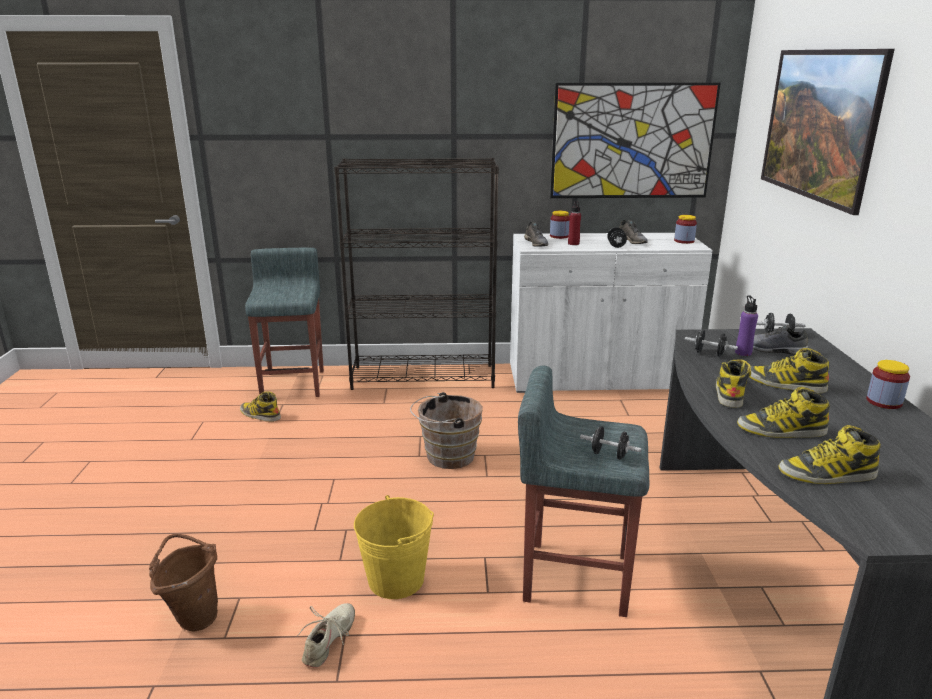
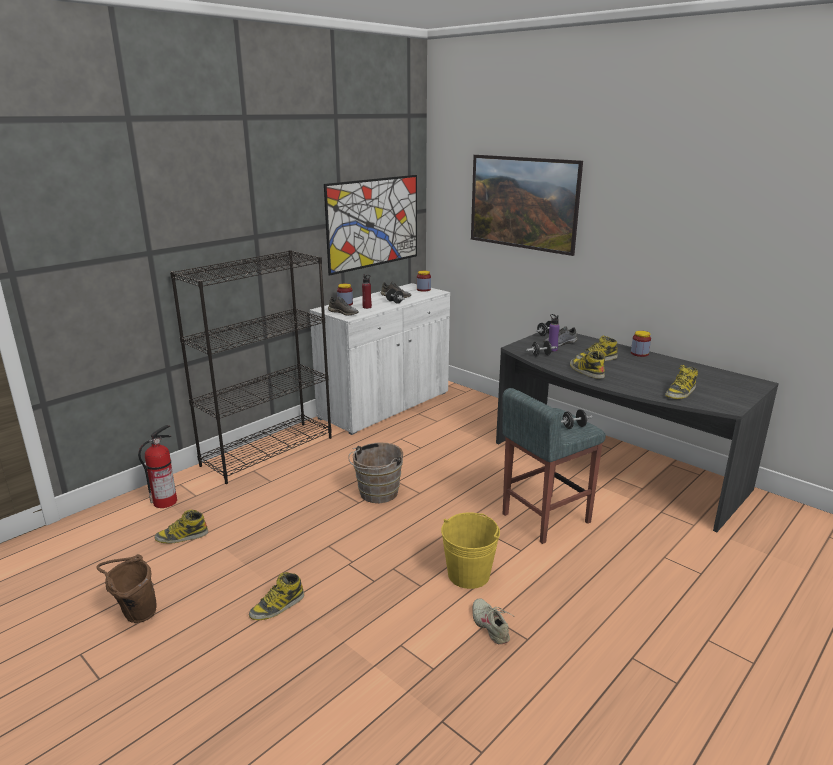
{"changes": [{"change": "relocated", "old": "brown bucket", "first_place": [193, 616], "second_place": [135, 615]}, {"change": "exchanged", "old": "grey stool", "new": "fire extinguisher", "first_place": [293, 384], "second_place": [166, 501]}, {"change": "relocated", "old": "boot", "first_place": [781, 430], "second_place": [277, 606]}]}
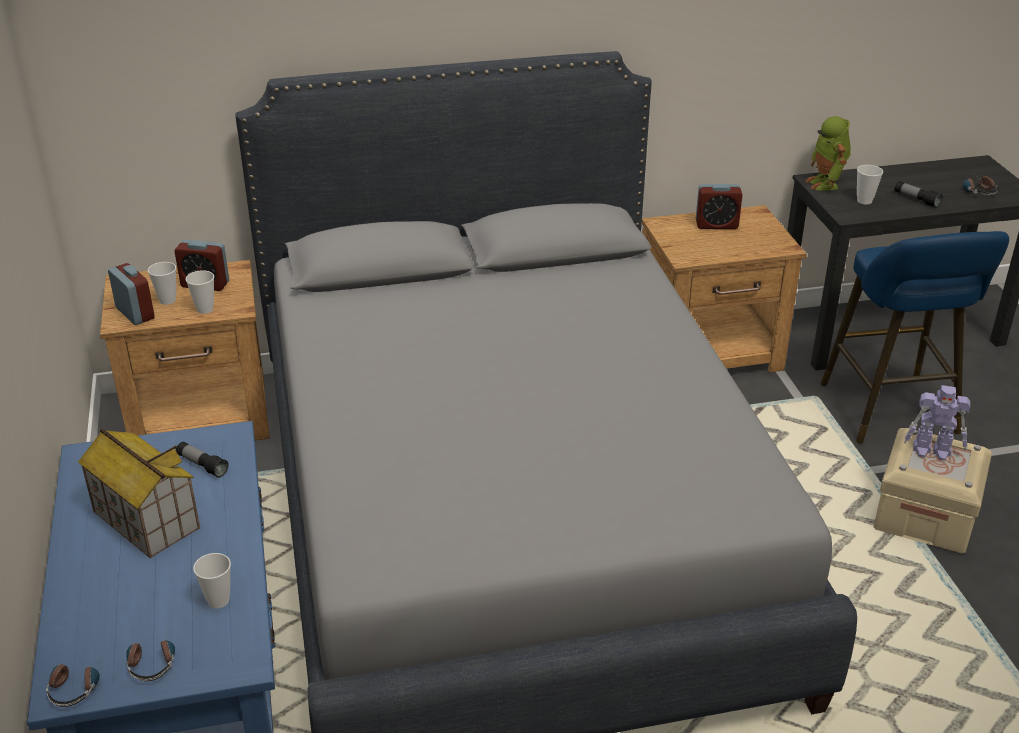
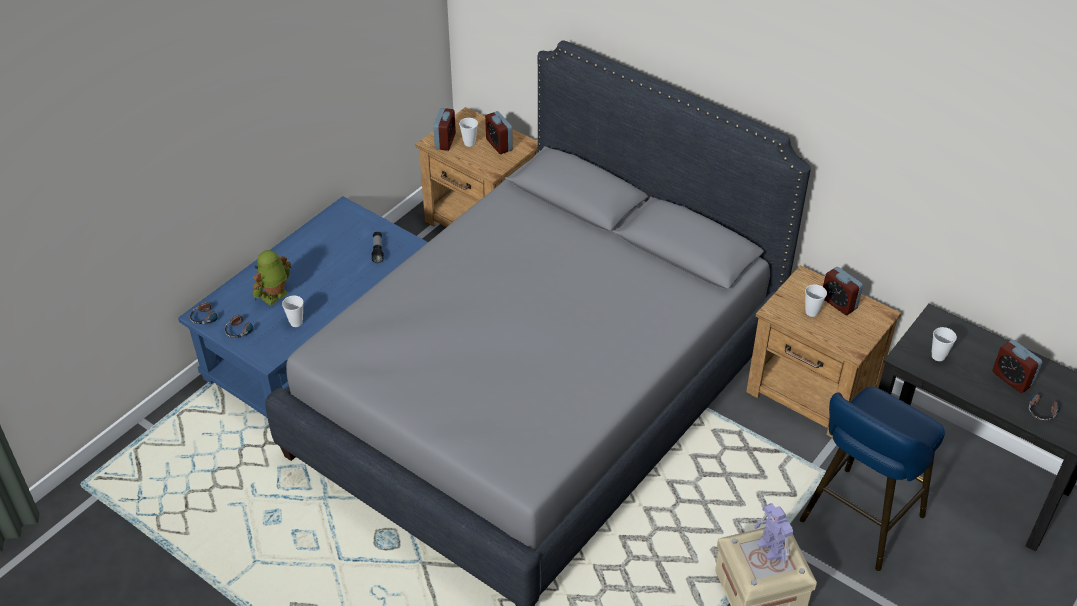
{"changes": [{"change": "relocated", "old": "toy robot", "first_place": [826, 183], "second_place": [275, 297]}, {"change": "relocated", "old": "cup", "first_place": [205, 309], "second_place": [811, 312]}, {"change": "appeared", "new": "alarm clock", "second_place": [1012, 379]}, {"change": "missing", "old": "toy house", "first_place": [145, 520]}, {"change": "missing", "old": "flashlight", "first_place": [916, 200]}]}
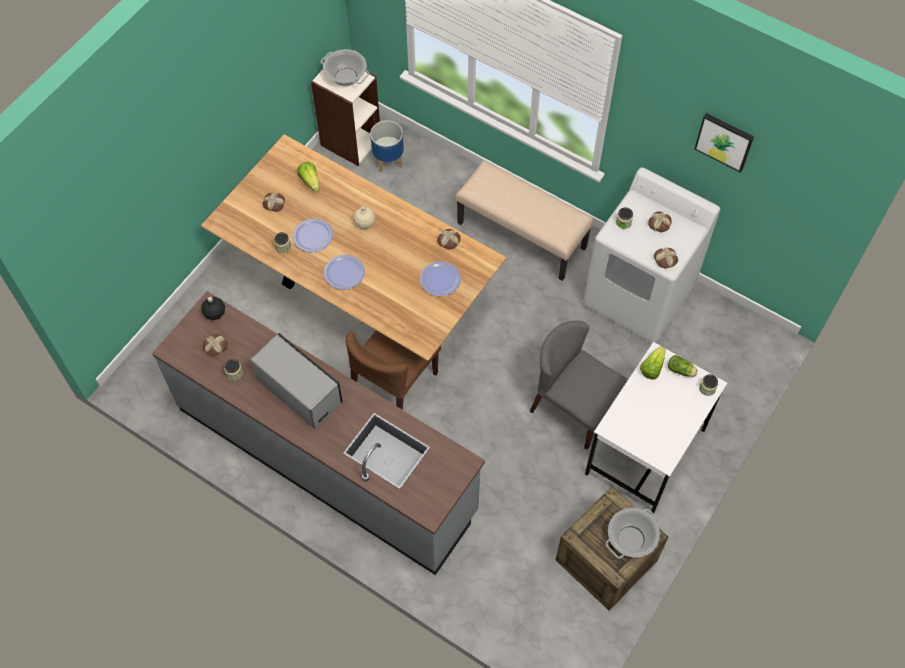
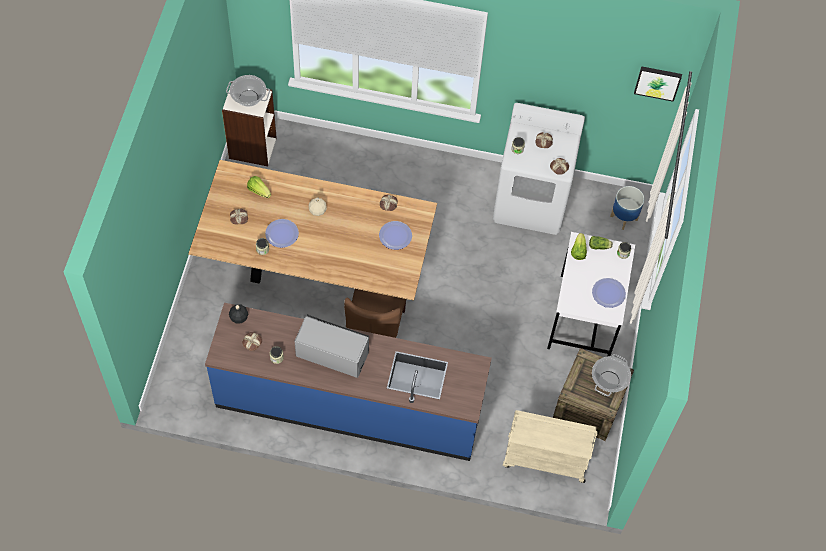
{"changes": [{"change": "colour", "old": "grey counter", "new": "blue counter", "first_place": [327, 459], "second_place": [349, 404]}, {"change": "appeared", "new": "beige cart", "second_place": [545, 459]}, {"change": "relocated", "old": "plate", "first_place": [344, 273], "second_place": [608, 293]}, {"change": "relocated", "old": "planter", "first_place": [388, 161], "second_place": [624, 218]}, {"change": "relocated", "old": "picture", "first_place": [724, 141], "second_place": [658, 82]}, {"change": "missing", "old": "beige bench", "first_place": [522, 235]}, {"change": "missing", "old": "grey chair", "first_place": [574, 409]}]}
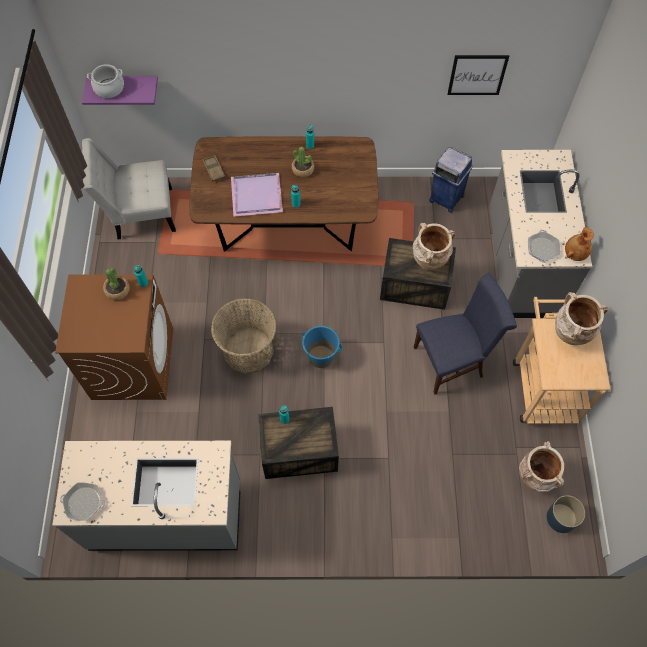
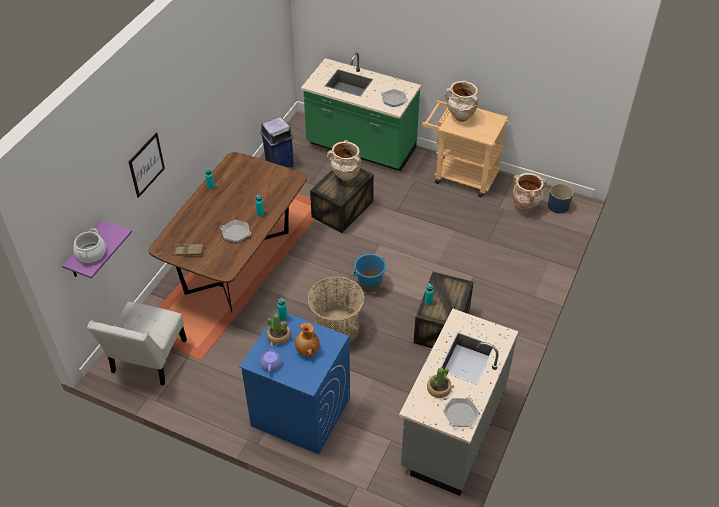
{"changes": [{"change": "relocated", "old": "picture", "first_place": [477, 75], "second_place": [146, 165]}, {"change": "exchanged", "old": "purple tray", "new": "frying pan", "first_place": [257, 196], "second_place": [236, 233]}, {"change": "colour", "old": "brown washing machine", "new": "blue washing machine", "first_place": [133, 362], "second_place": [300, 411]}, {"change": "appeared", "new": "purple teapot", "second_place": [271, 363]}, {"change": "relocated", "old": "brown vase", "first_place": [574, 253], "second_place": [307, 350]}, {"change": "colour", "old": "grey counter", "new": "green counter", "first_place": [521, 262], "second_place": [361, 148]}, {"change": "relocated", "old": "potted plant", "first_place": [303, 169], "second_place": [438, 389]}, {"change": "missing", "old": "blue chair", "first_place": [452, 361]}]}
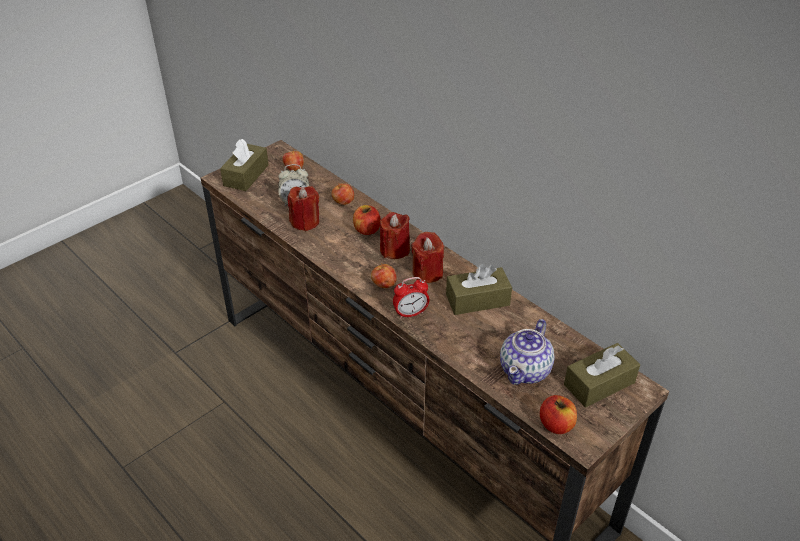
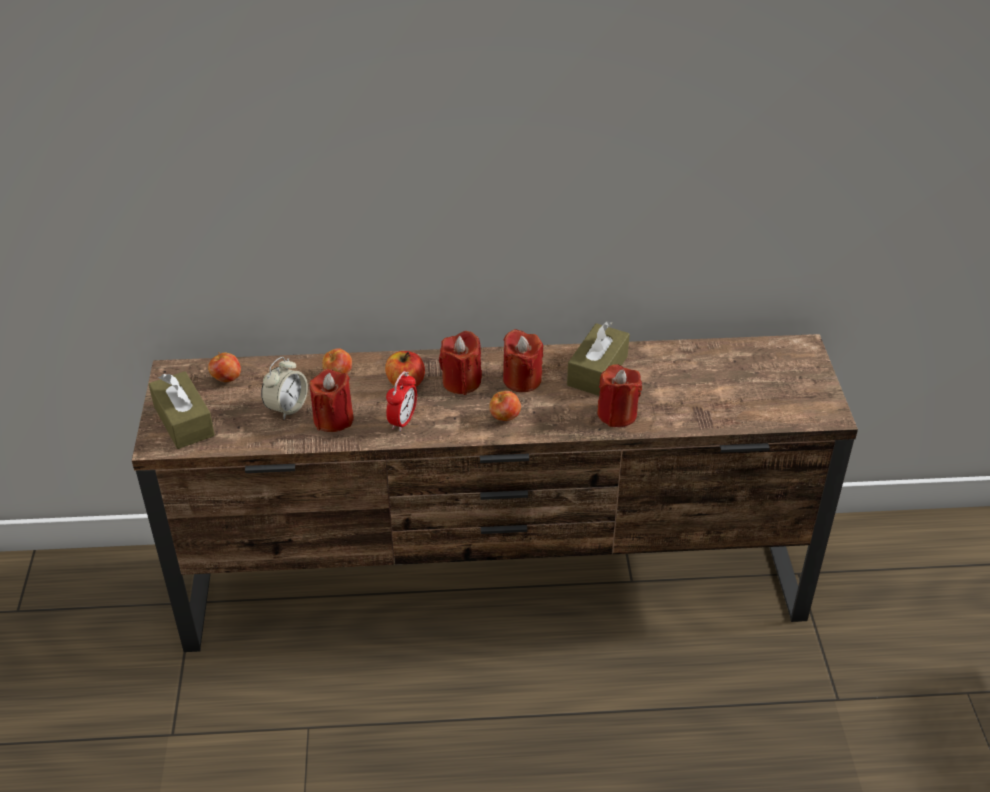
{"changes": [{"change": "relocated", "old": "alarm clock", "first_place": [410, 313], "second_place": [403, 421]}, {"change": "appeared", "new": "red candle", "second_place": [617, 414]}, {"change": "missing", "old": "teapot", "first_place": [525, 370]}, {"change": "missing", "old": "apple", "first_place": [556, 425]}, {"change": "missing", "old": "brown tissue box", "first_place": [599, 384]}]}
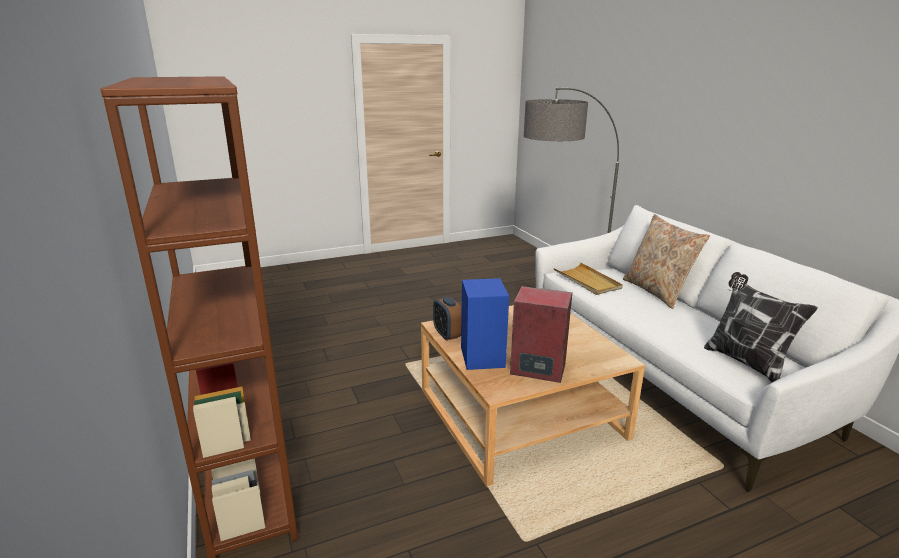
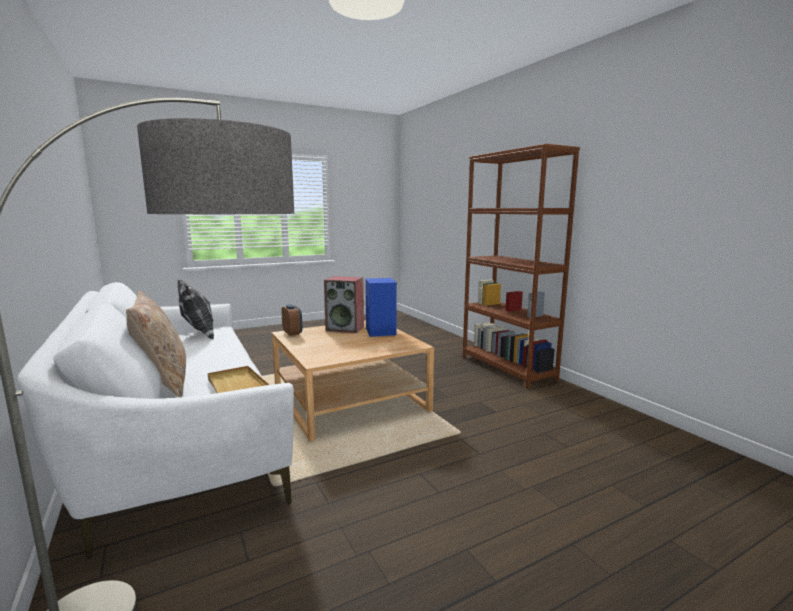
{"changes": [{"change": "relocated", "old": "alarm clock", "first_place": [447, 335], "second_place": [292, 333]}]}
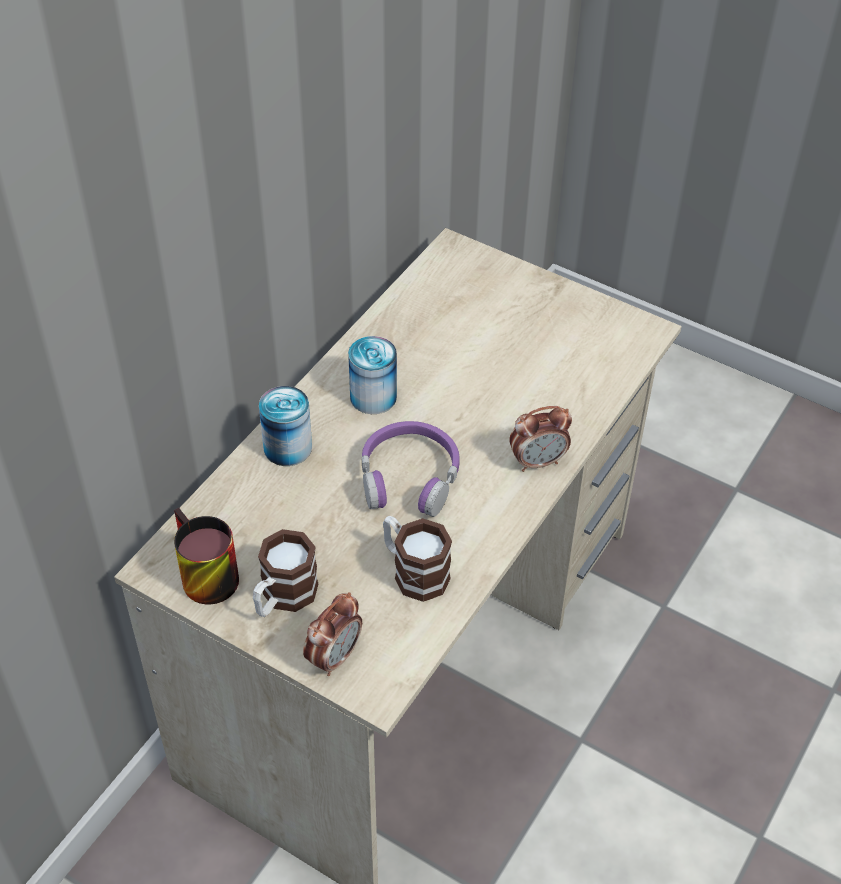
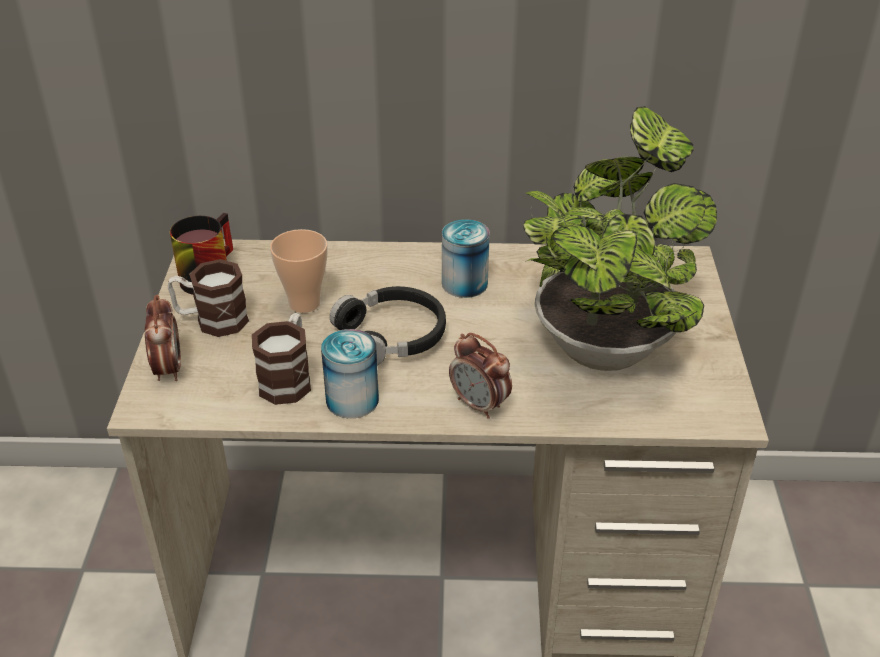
{"changes": [{"change": "spun", "old": "alarm clock", "first_place": [334, 656], "second_place": [168, 369], "degrees": -105}, {"change": "appeared", "new": "cup", "second_place": [304, 303]}, {"change": "relocated", "old": "can", "first_place": [287, 447], "second_place": [352, 400]}, {"change": "colour", "old": "purple headphones", "new": "black headphones", "first_place": [409, 477], "second_place": [391, 336]}, {"change": "appeared", "new": "potted plant", "second_place": [605, 341]}]}
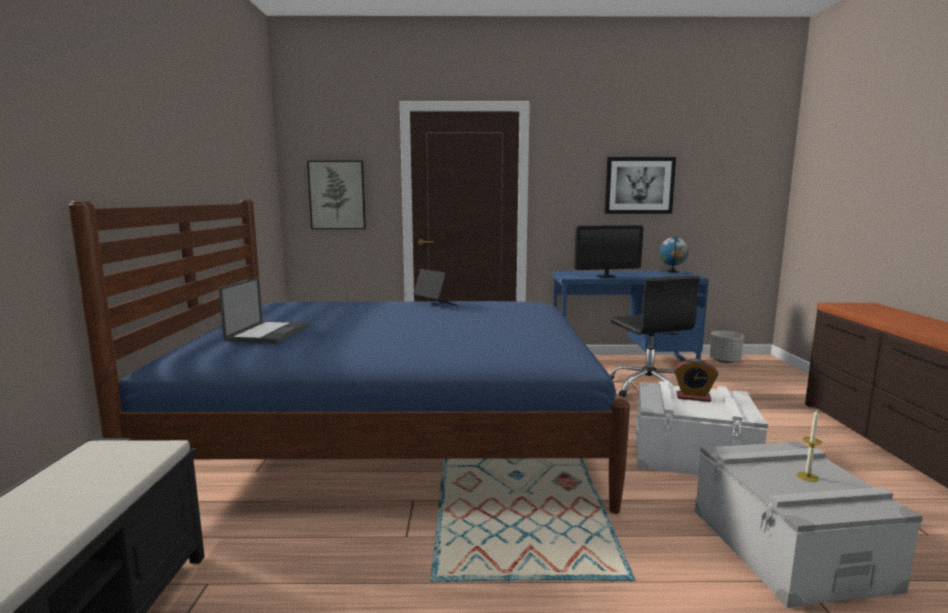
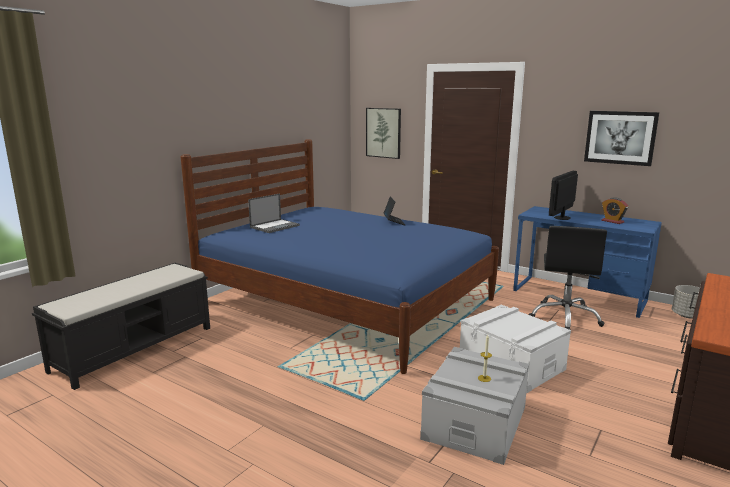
{"changes": [{"change": "spun", "old": "monitor", "first_place": [606, 276], "second_place": [562, 218], "degrees": 105}, {"change": "relocated", "old": "alarm clock", "first_place": [693, 397], "second_place": [612, 221]}, {"change": "missing", "old": "globe", "first_place": [672, 272]}]}
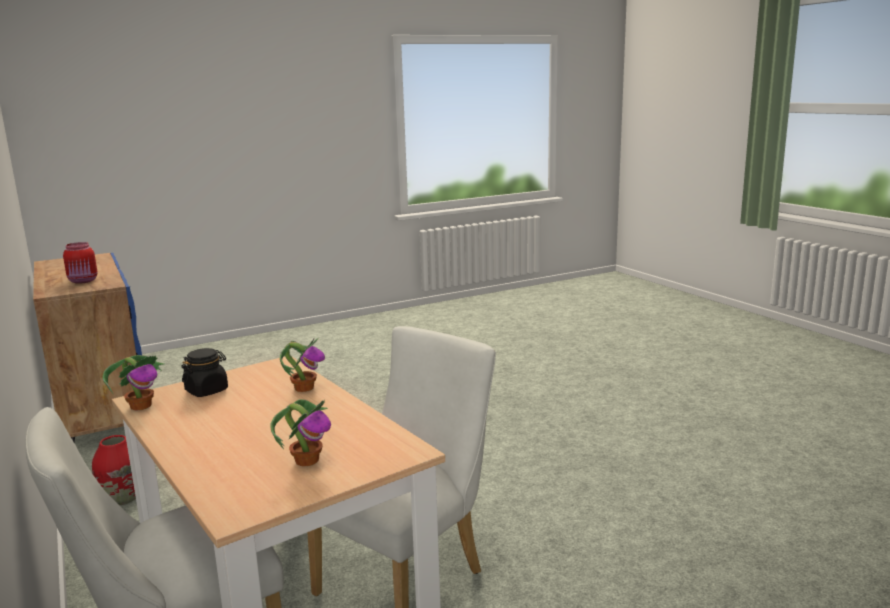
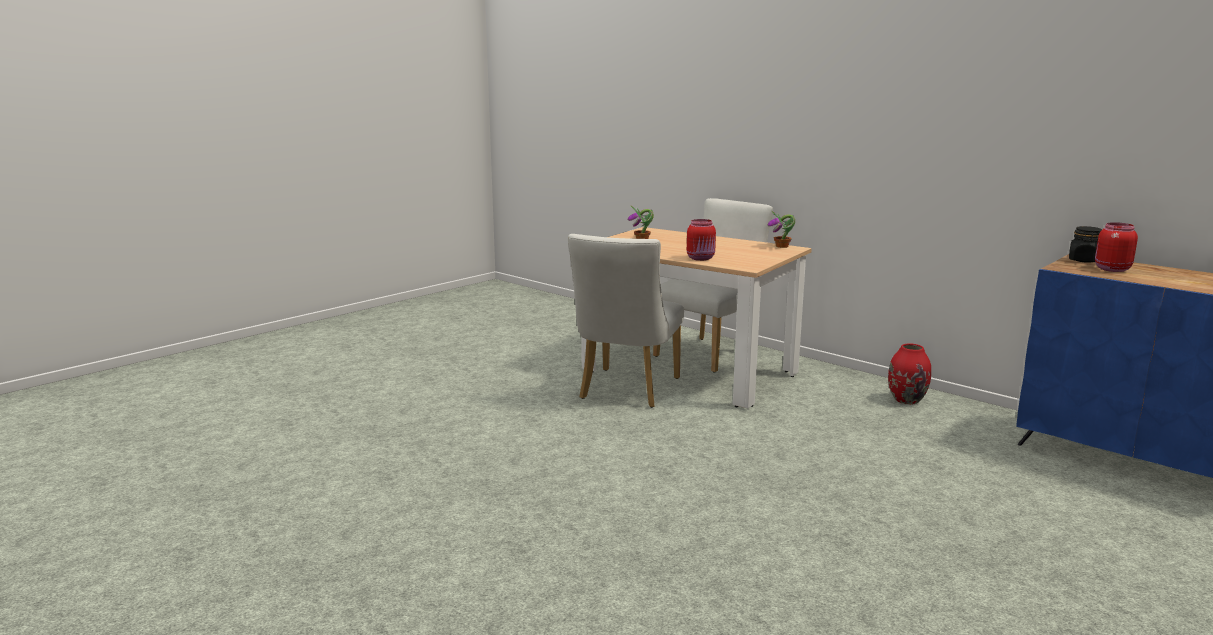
{"changes": [{"change": "exchanged", "old": "potted plant", "new": "red jar", "first_place": [304, 388], "second_place": [701, 258]}, {"change": "relocated", "old": "black jar", "first_place": [207, 390], "second_place": [1084, 260]}]}
